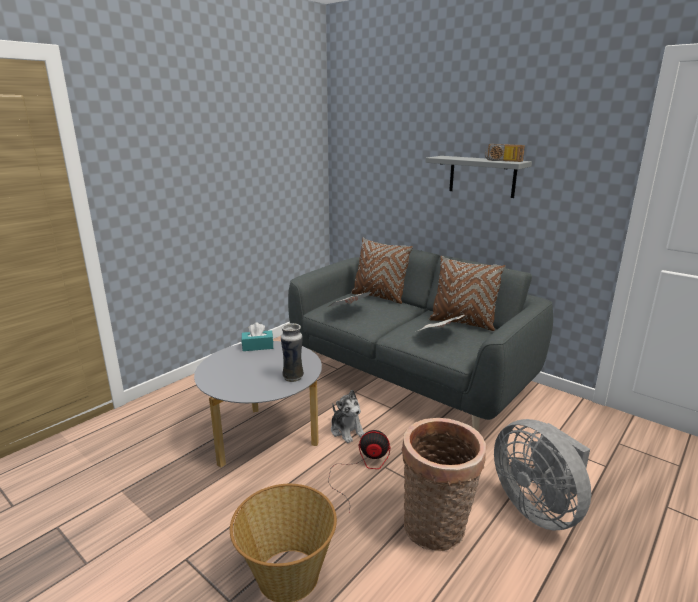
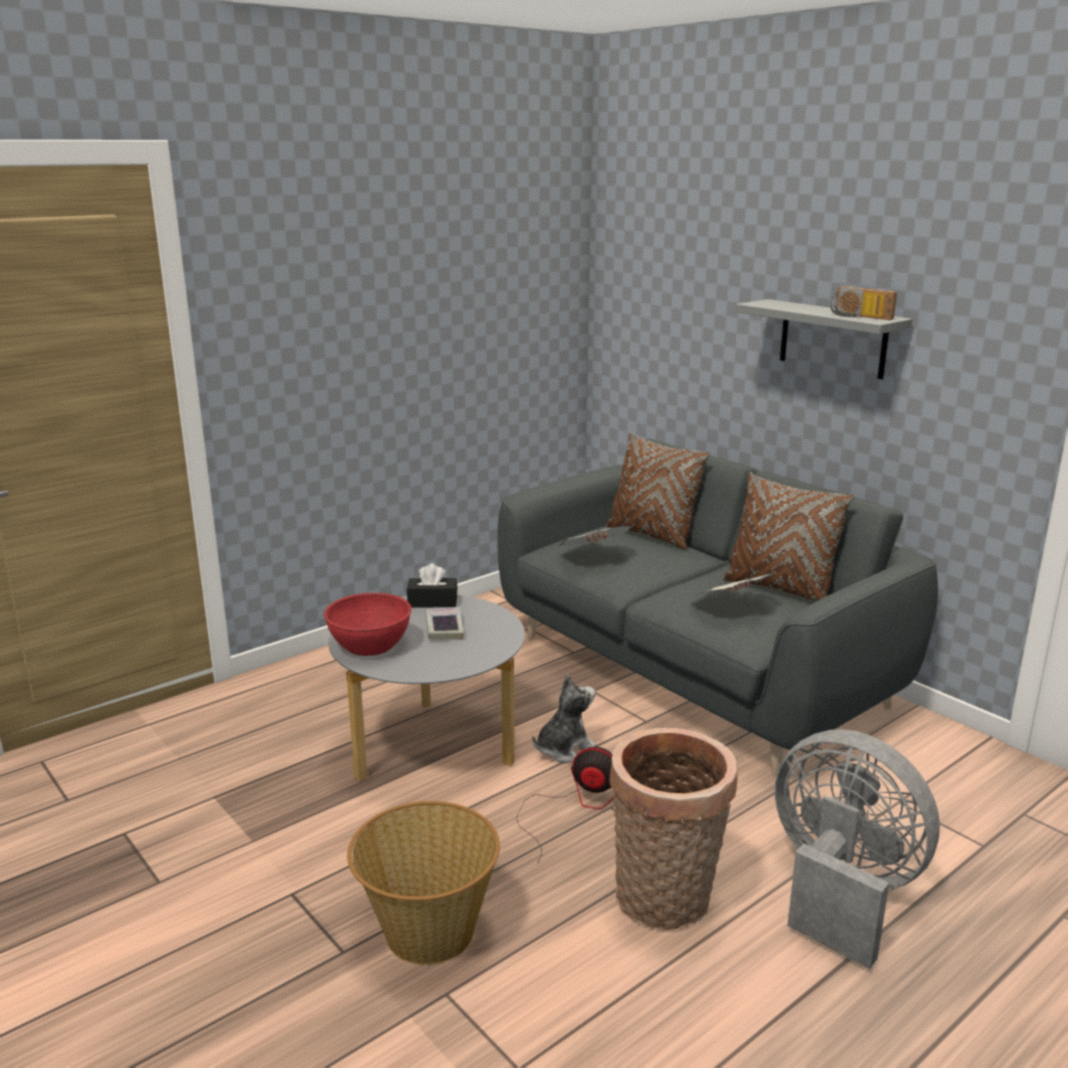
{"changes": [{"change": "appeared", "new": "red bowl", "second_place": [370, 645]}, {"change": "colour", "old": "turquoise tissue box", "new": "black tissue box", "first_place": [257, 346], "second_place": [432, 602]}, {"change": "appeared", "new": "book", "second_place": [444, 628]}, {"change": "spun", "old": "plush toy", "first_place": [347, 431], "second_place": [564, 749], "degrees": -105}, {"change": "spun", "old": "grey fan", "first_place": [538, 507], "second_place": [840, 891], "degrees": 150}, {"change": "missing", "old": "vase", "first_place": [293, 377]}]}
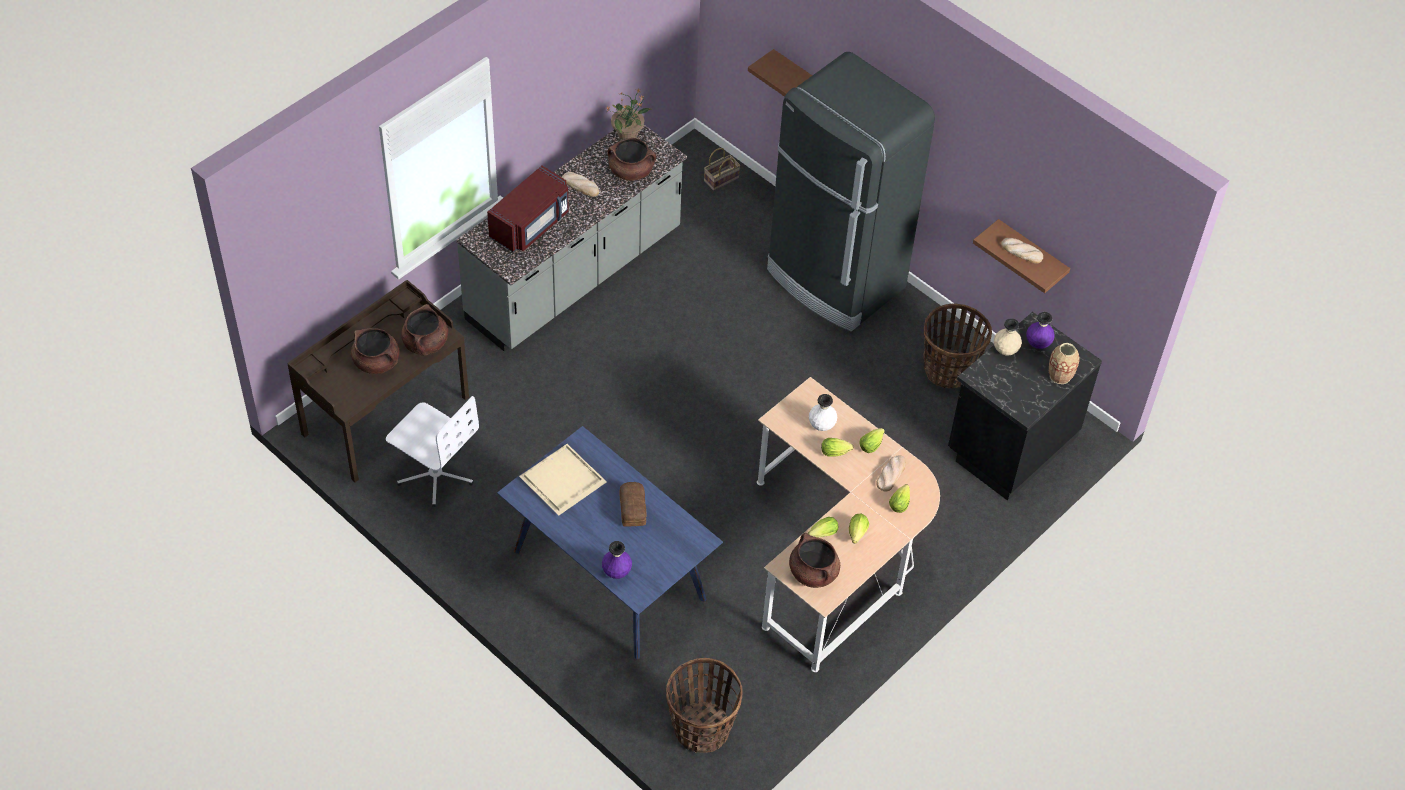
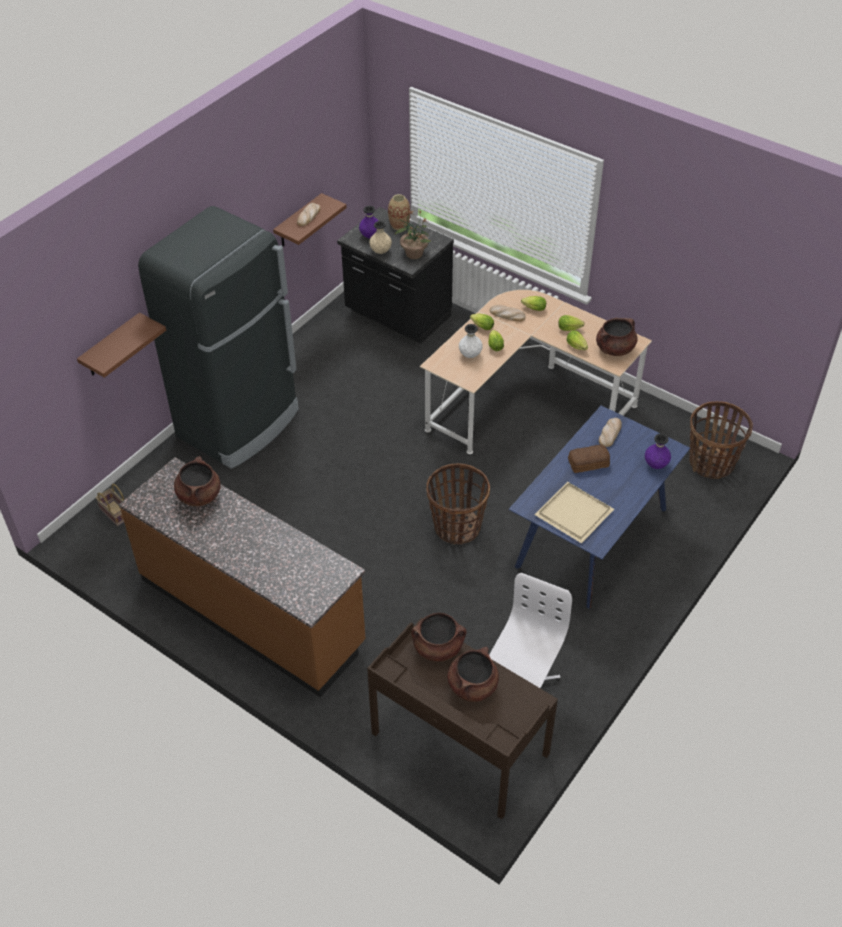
{"changes": [{"change": "colour", "old": "grey counter", "new": "brown counter", "first_place": [575, 276], "second_place": [252, 611]}, {"change": "relocated", "old": "potted plant", "first_place": [628, 133], "second_place": [414, 253]}, {"change": "relocated", "old": "basket", "first_place": [949, 370], "second_place": [456, 527]}, {"change": "relocated", "old": "bread", "first_place": [580, 185], "second_place": [610, 433]}, {"change": "missing", "old": "red microwave", "first_place": [531, 225]}]}
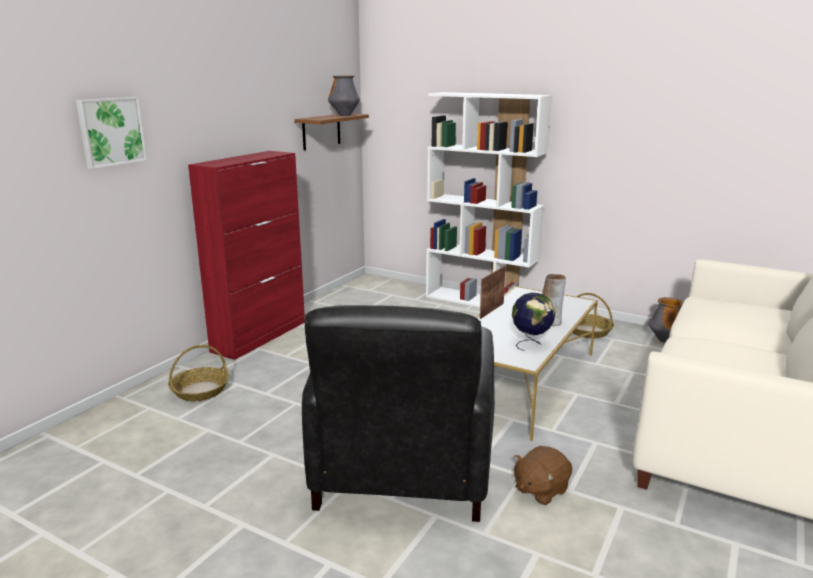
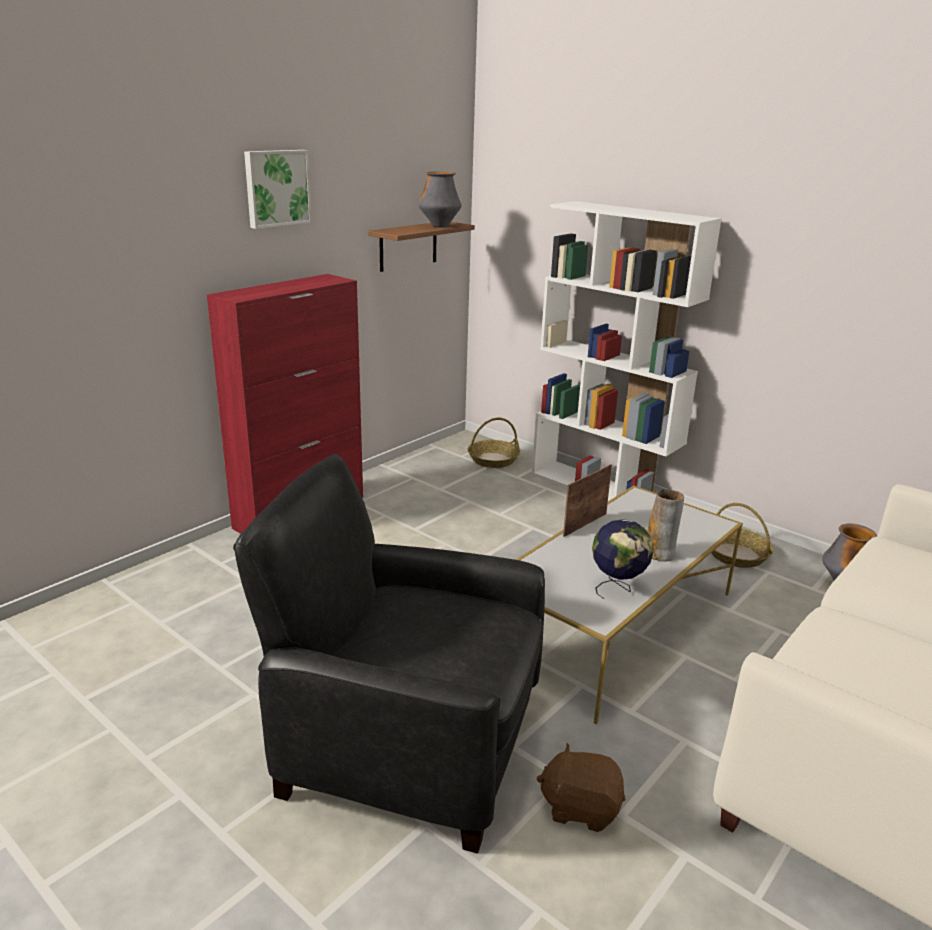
{"changes": [{"change": "spun", "old": "black armchair", "first_place": [402, 469], "second_place": [407, 743], "degrees": 90}, {"change": "relocated", "old": "picture", "first_place": [110, 131], "second_place": [276, 188]}, {"change": "relocated", "old": "basket", "first_place": [200, 390], "second_place": [493, 460]}, {"change": "spun", "old": "brown plush toy", "first_place": [540, 490], "second_place": [580, 807], "degrees": 45}]}
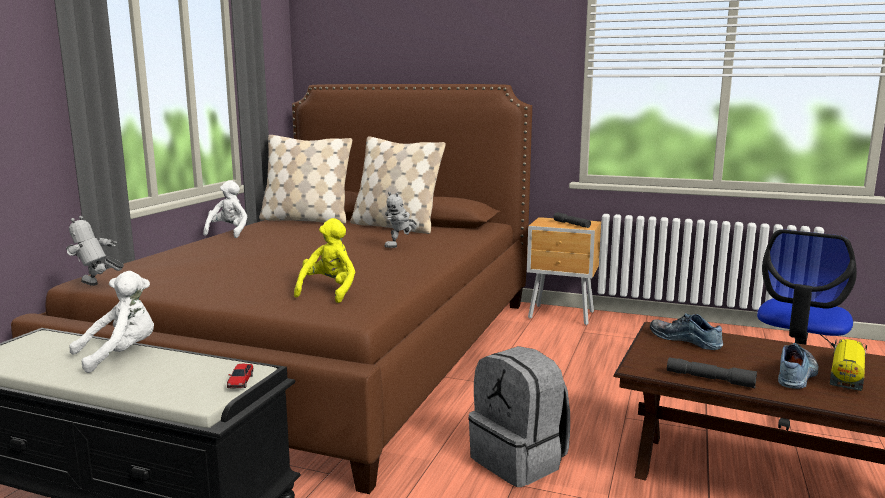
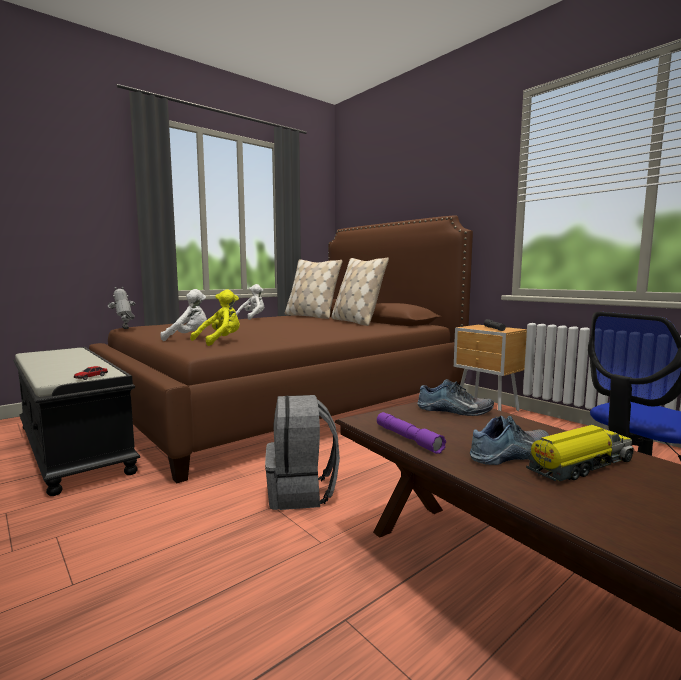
{"changes": [{"change": "relocated", "old": "white plush toy", "first_place": [121, 354], "second_place": [188, 338]}, {"change": "colour", "old": "grey flashlight", "new": "purple flashlight", "first_place": [710, 379], "second_place": [408, 439]}, {"change": "spun", "old": "shoe", "first_place": [686, 339], "second_place": [454, 410], "degrees": 120}, {"change": "missing", "old": "toy robot", "first_place": [401, 246]}]}
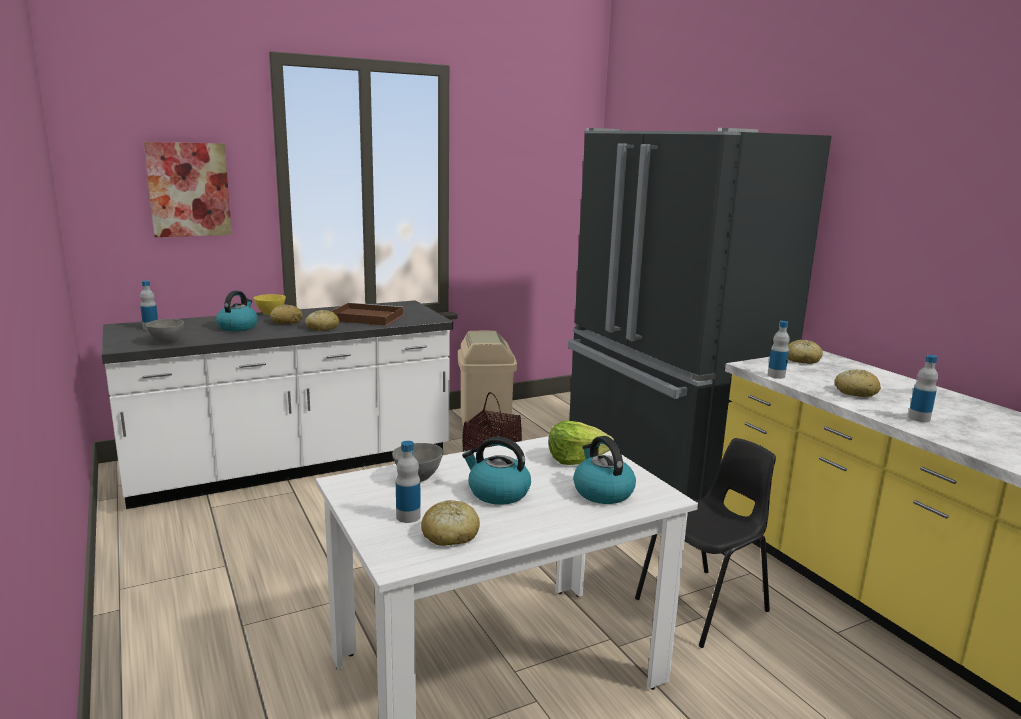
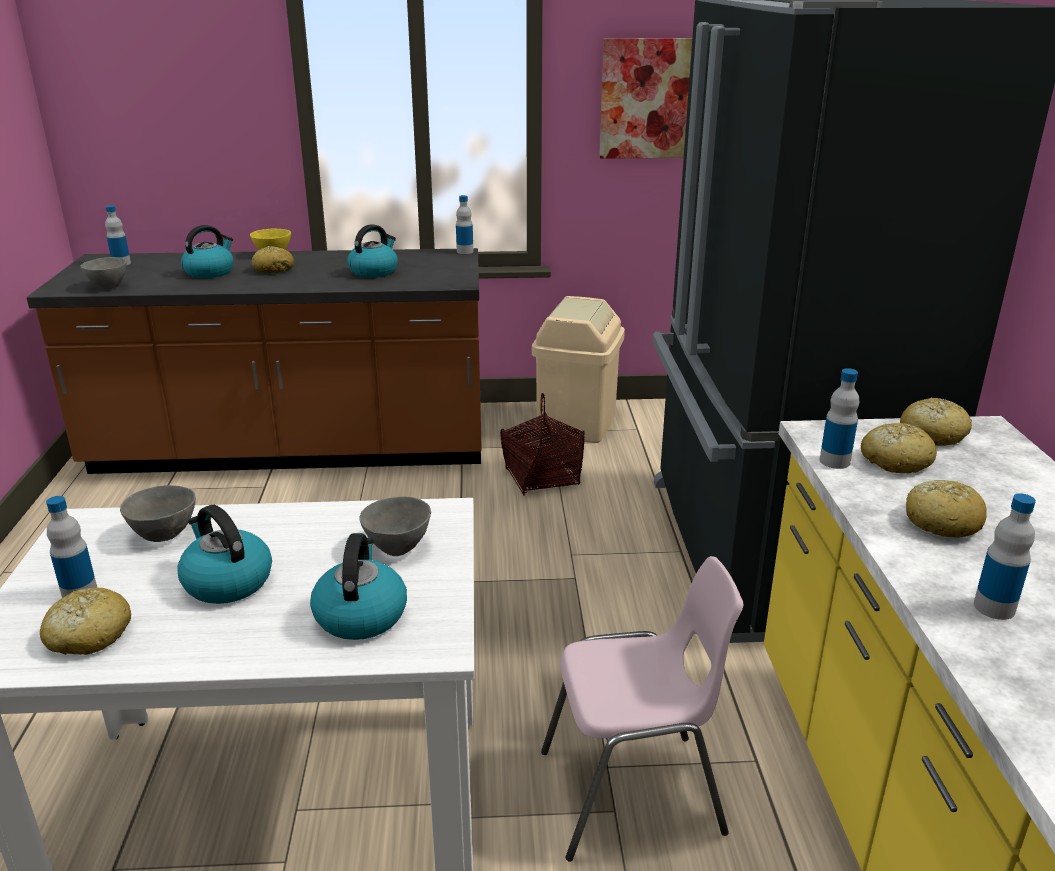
{"changes": [{"change": "colour", "old": "white counter", "new": "brown counter", "first_place": [293, 465], "second_place": [292, 450]}, {"change": "exchanged", "old": "brown tray", "new": "kettle", "first_place": [365, 317], "second_place": [374, 271]}, {"change": "exchanged", "old": "lettuce", "new": "grey bowl", "first_place": [576, 459], "second_place": [397, 548]}, {"change": "appeared", "new": "bottle", "second_place": [465, 251]}, {"change": "colour", "old": "black chair", "new": "pink chair", "first_place": [704, 606], "second_place": [633, 794]}, {"change": "relocated", "old": "picture", "first_place": [189, 189], "second_place": [646, 99]}, {"change": "relocated", "old": "bread", "first_place": [322, 328], "second_place": [895, 461]}]}
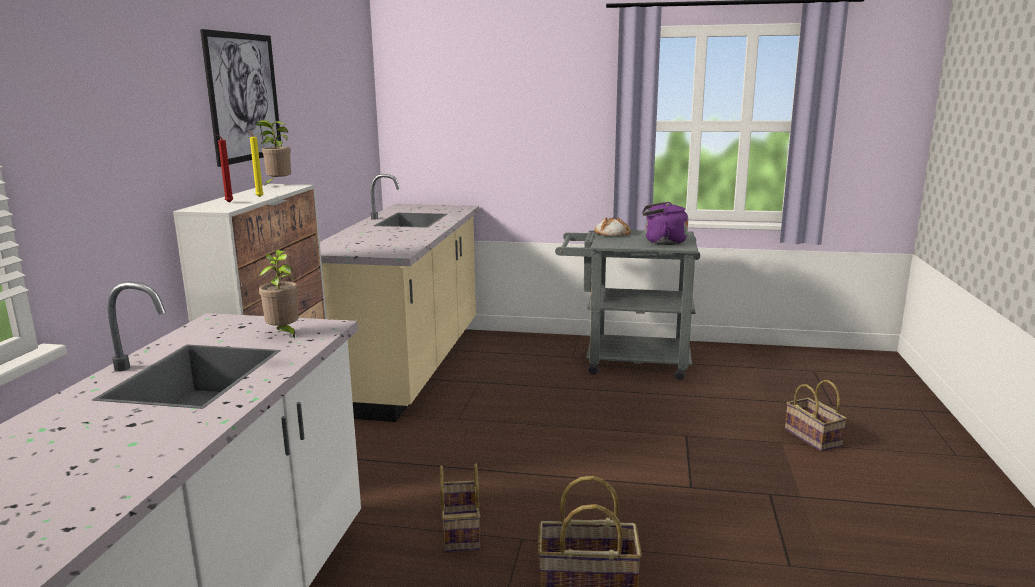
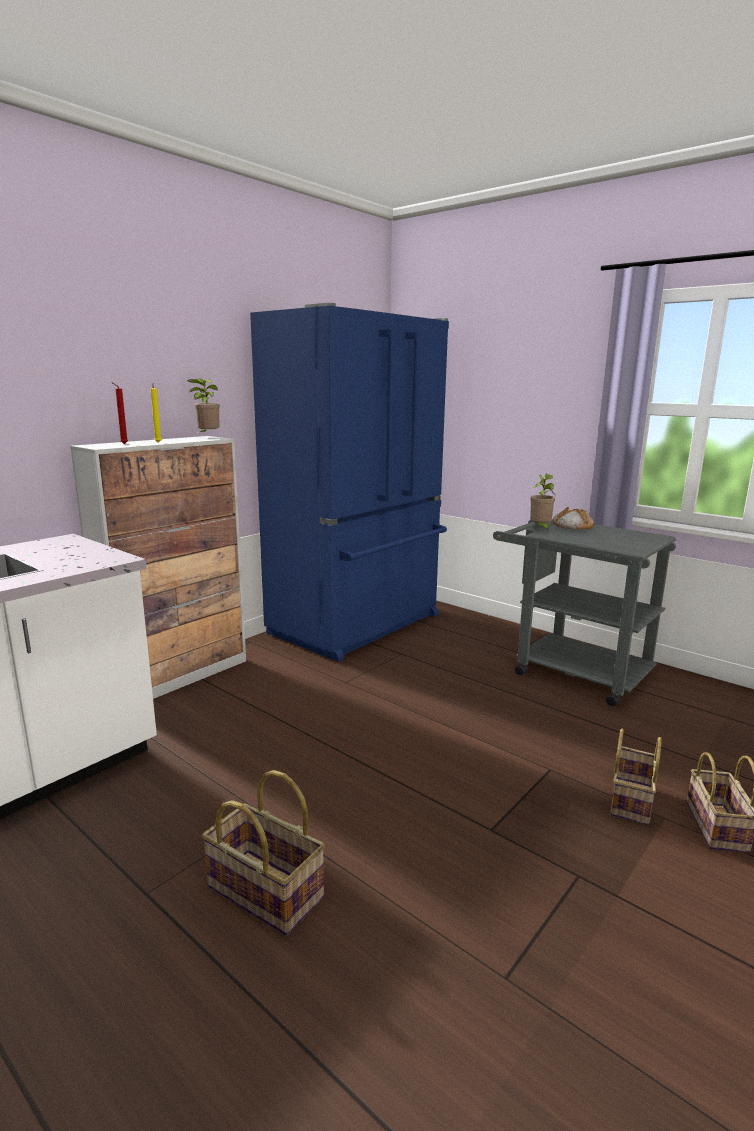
{"changes": [{"change": "exchanged", "old": "beige counter", "new": "blue fridge", "first_place": [408, 366], "second_place": [359, 625]}, {"change": "relocated", "old": "potted plant", "first_place": [284, 334], "second_place": [540, 528]}, {"change": "relocated", "old": "basket", "first_place": [459, 531], "second_place": [629, 799]}, {"change": "missing", "old": "picture", "first_place": [244, 97]}, {"change": "missing", "old": "purple kettle", "first_place": [662, 242]}]}
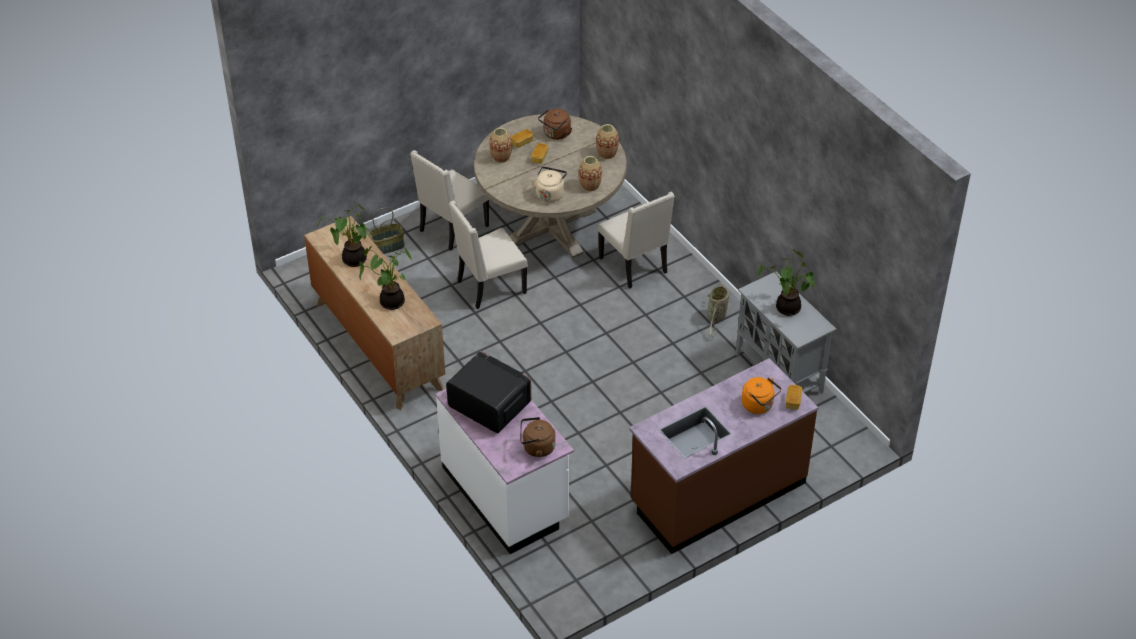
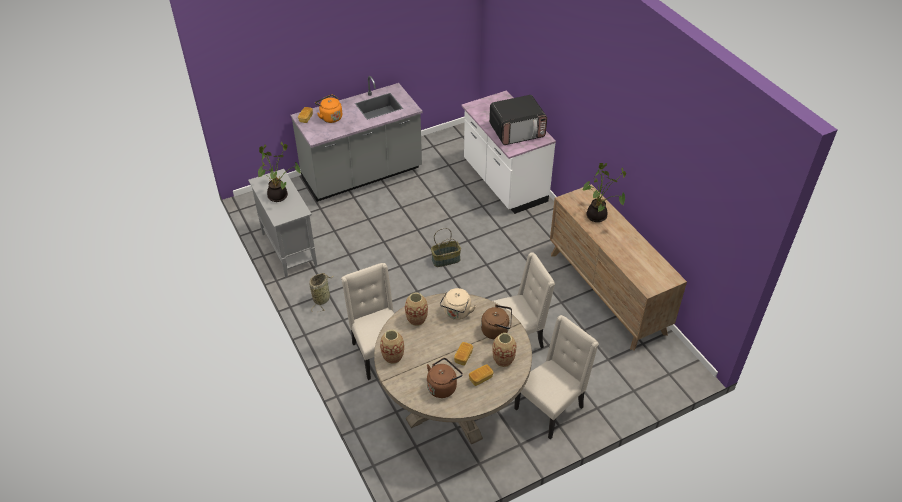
{"changes": [{"change": "colour", "old": "brown counter", "new": "grey counter", "first_place": [717, 493], "second_place": [362, 175]}, {"change": "relocated", "old": "basket", "first_place": [387, 247], "second_place": [446, 259]}, {"change": "relocated", "old": "brown kettle", "first_place": [536, 448], "second_place": [497, 330]}, {"change": "spun", "old": "microwave", "first_place": [489, 405], "second_place": [517, 131], "degrees": -60}, {"change": "missing", "old": "potted plant", "first_place": [352, 260]}]}
